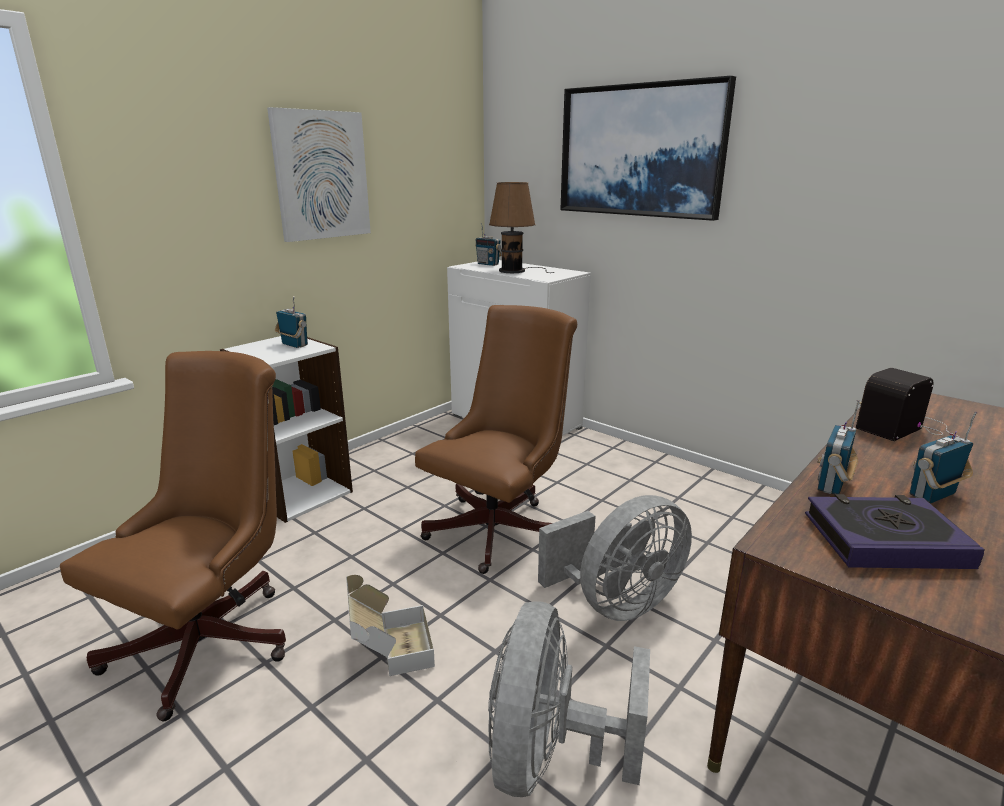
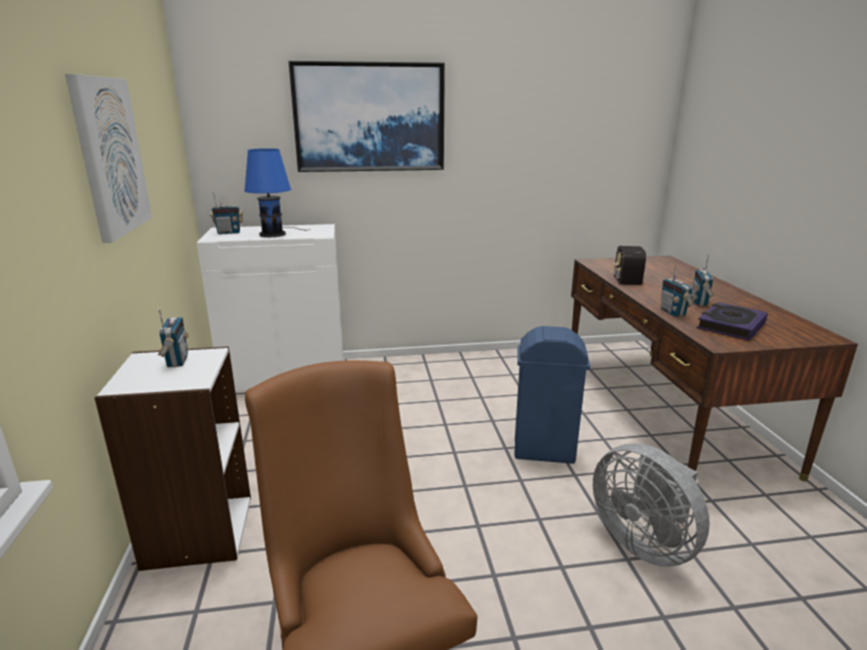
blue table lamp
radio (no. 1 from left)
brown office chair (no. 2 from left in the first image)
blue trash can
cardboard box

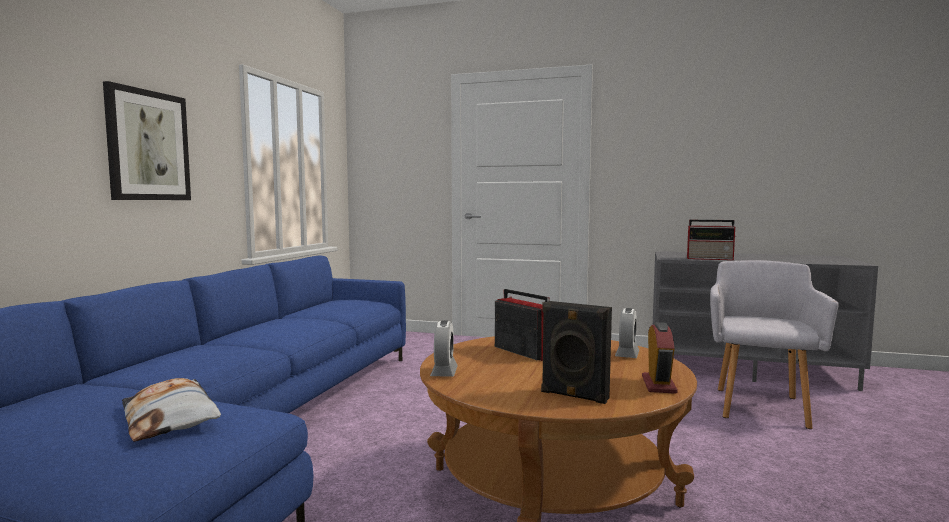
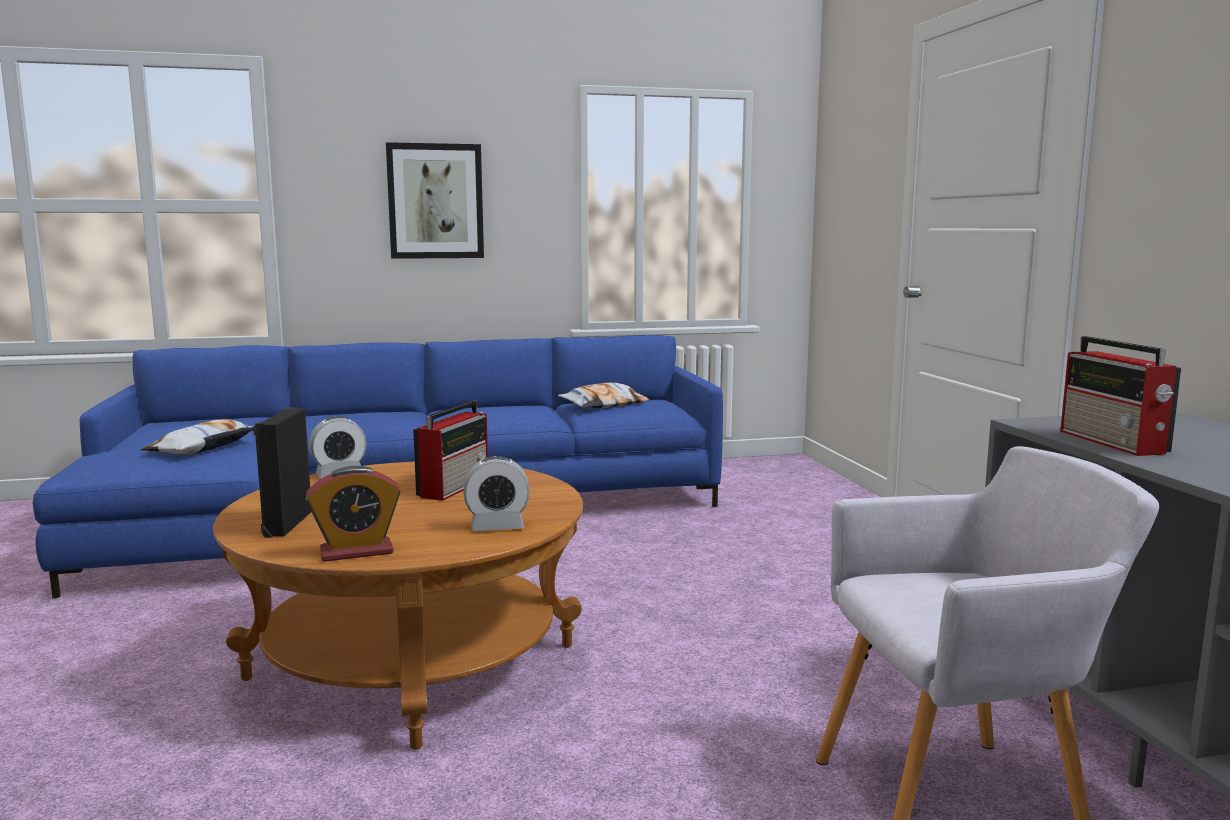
pillow (no. 2 from left)

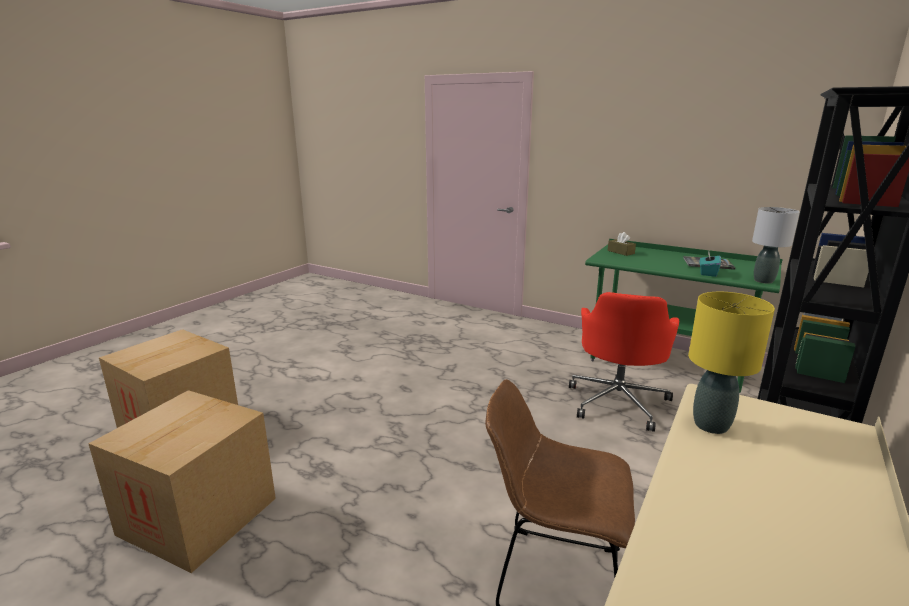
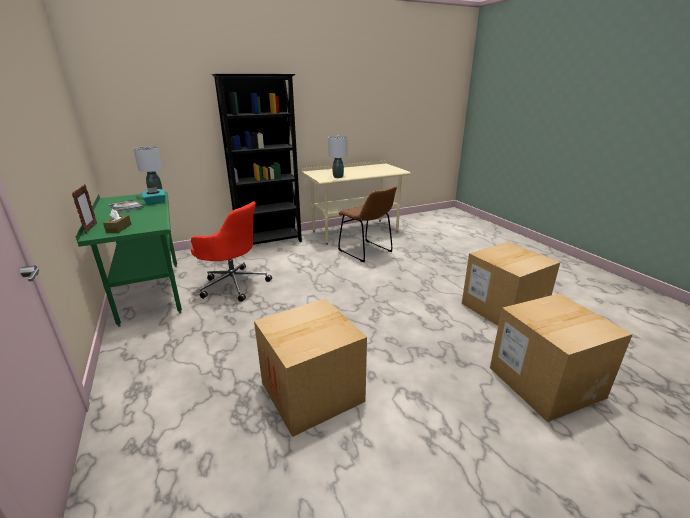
red office chair
grey table lamp (no. 2 from left)
picture frame
cardboard box (no. 1 from left)

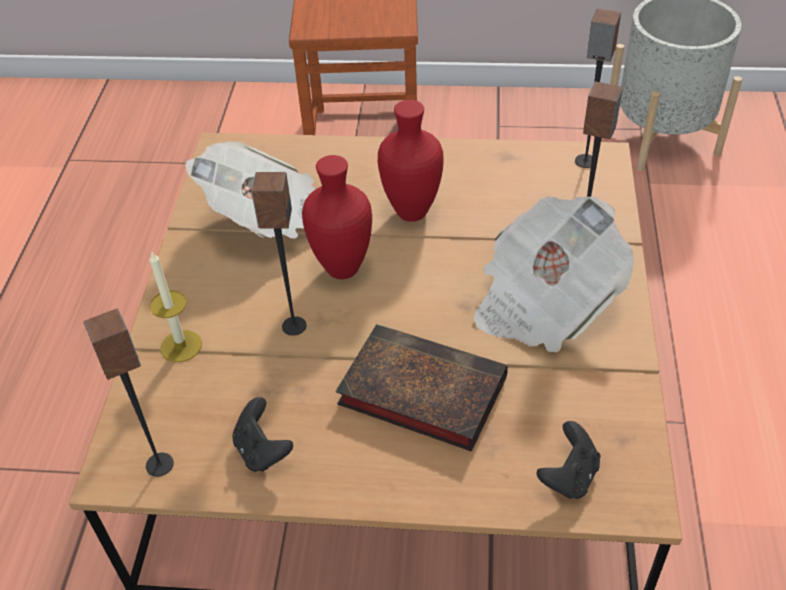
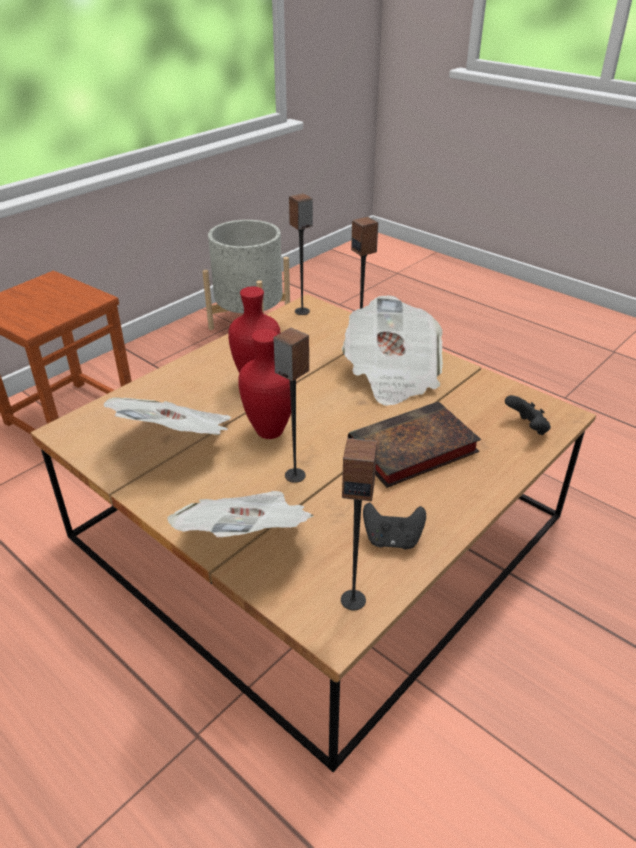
newspaper (no. 2 from left)

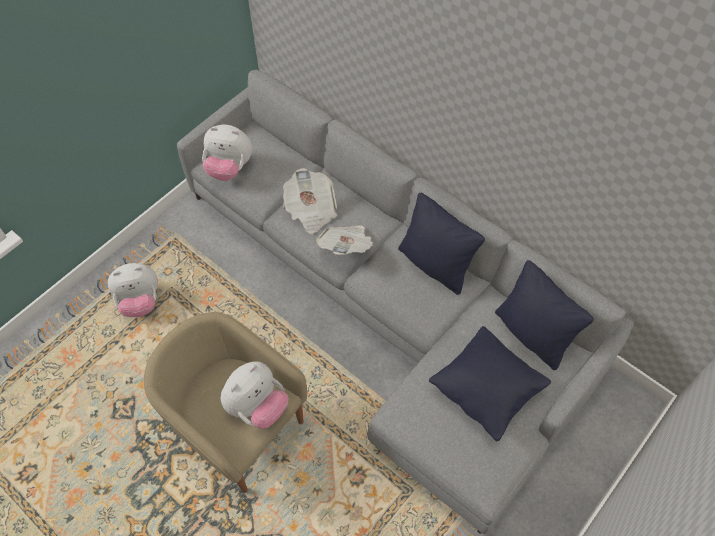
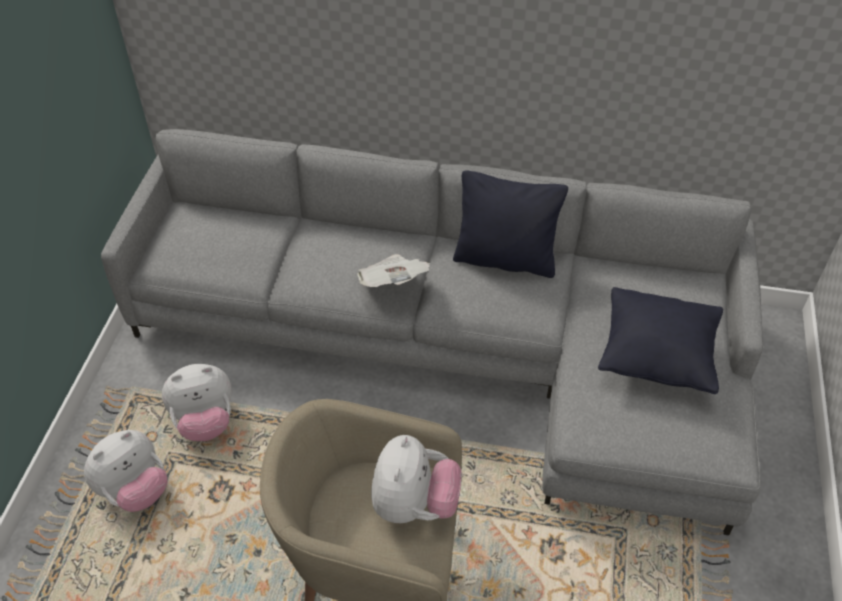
plush toy (no. 2 from left)
newspaper (no. 1 from left in the first image)
black pillow (no. 3 from left in the first image)

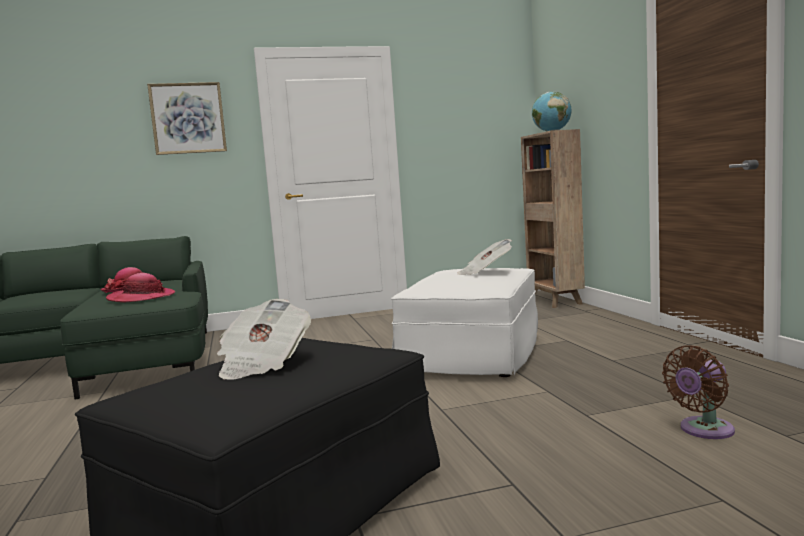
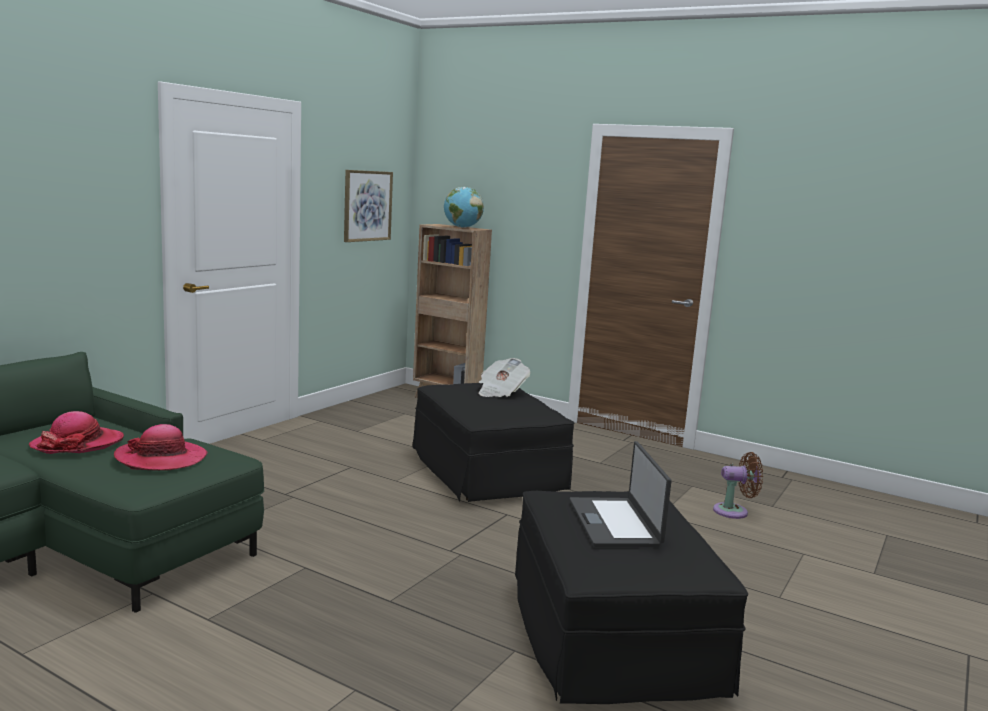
picture
black ottoman (no. 1 from left)
laptop
brown fan

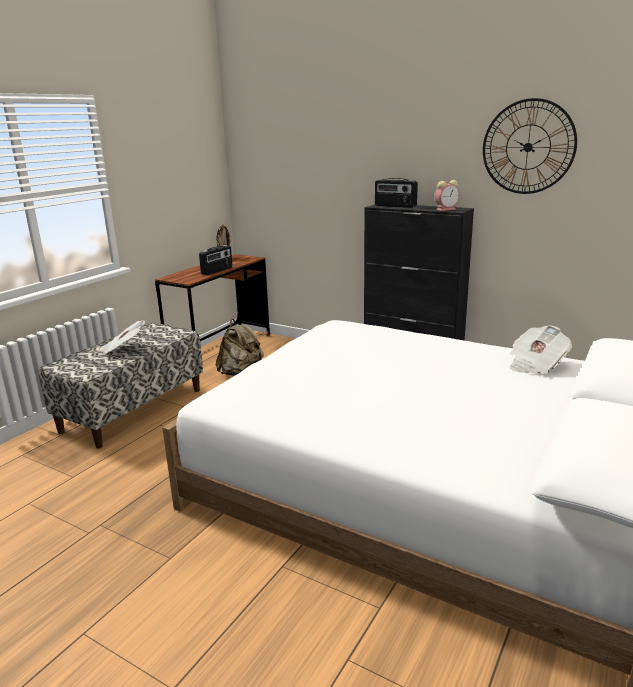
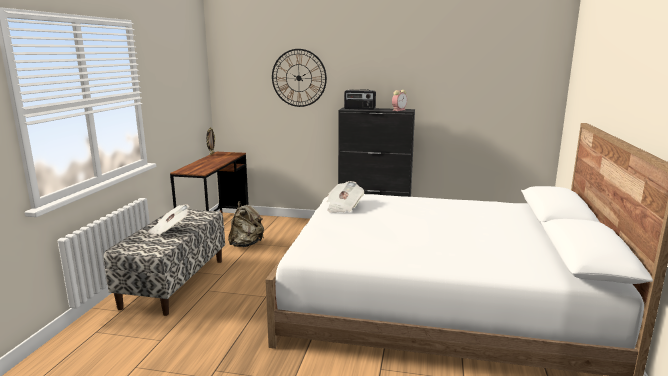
wall clock
radio (no. 1 from left in the first image)
newspaper (no. 2 from left)

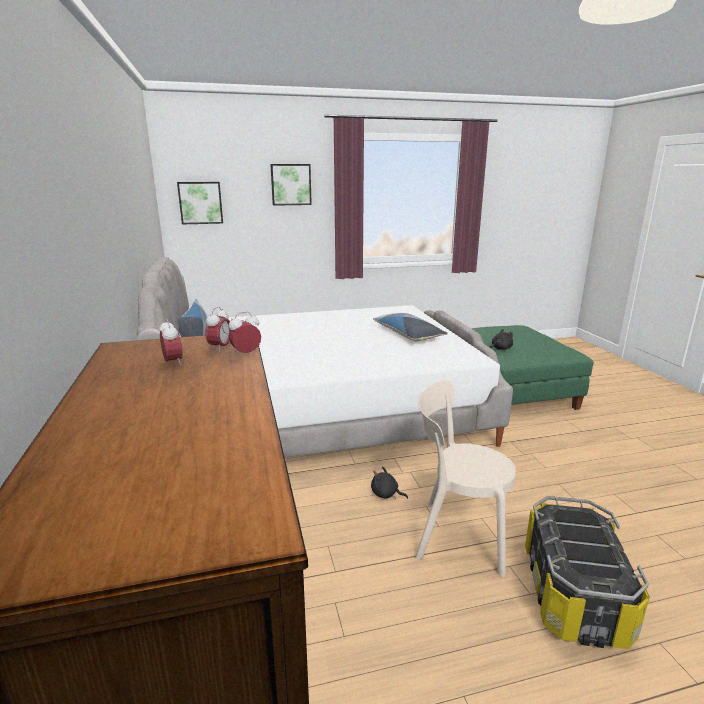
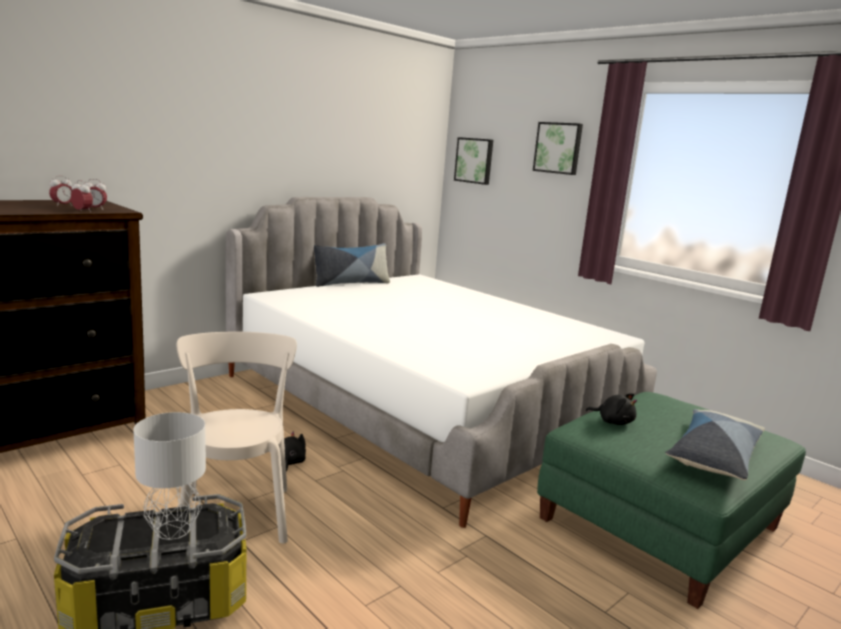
pillow (no. 2 from left)
grey table lamp

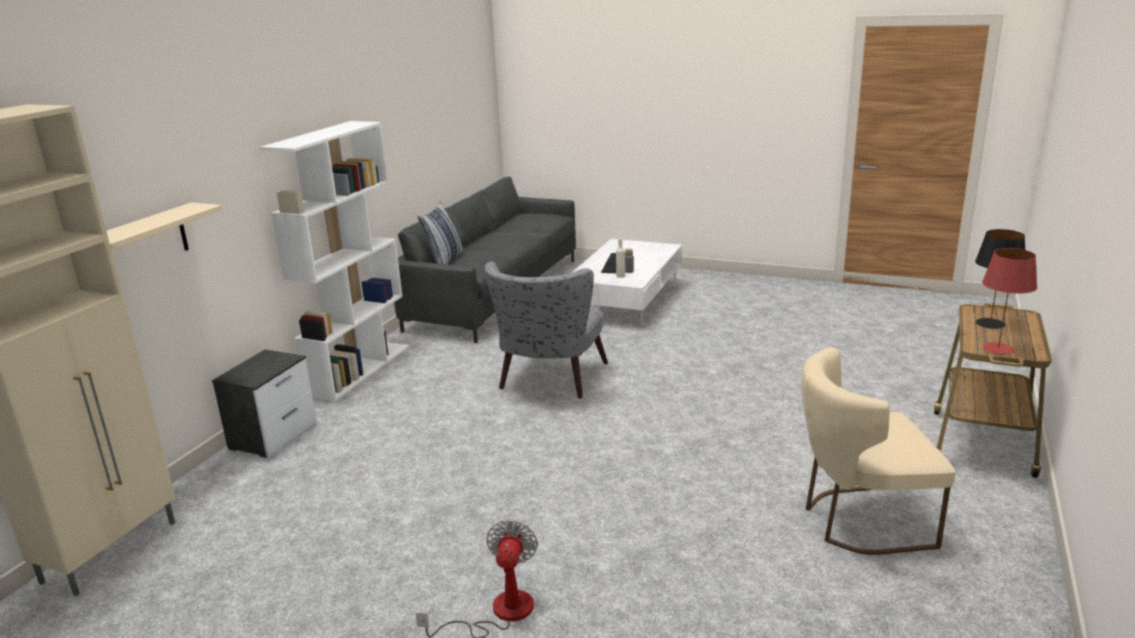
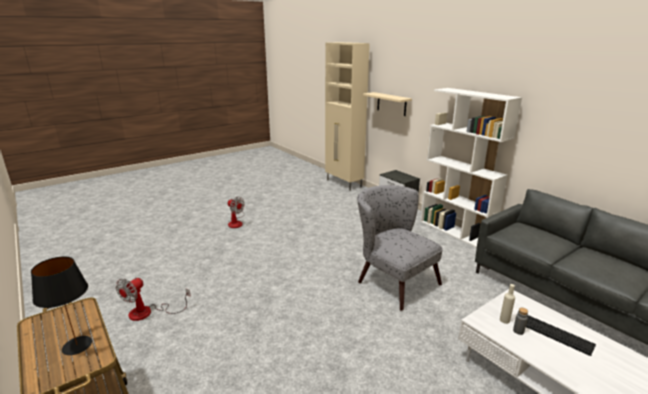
pillow
red table lamp
fan (no. 1 from left)

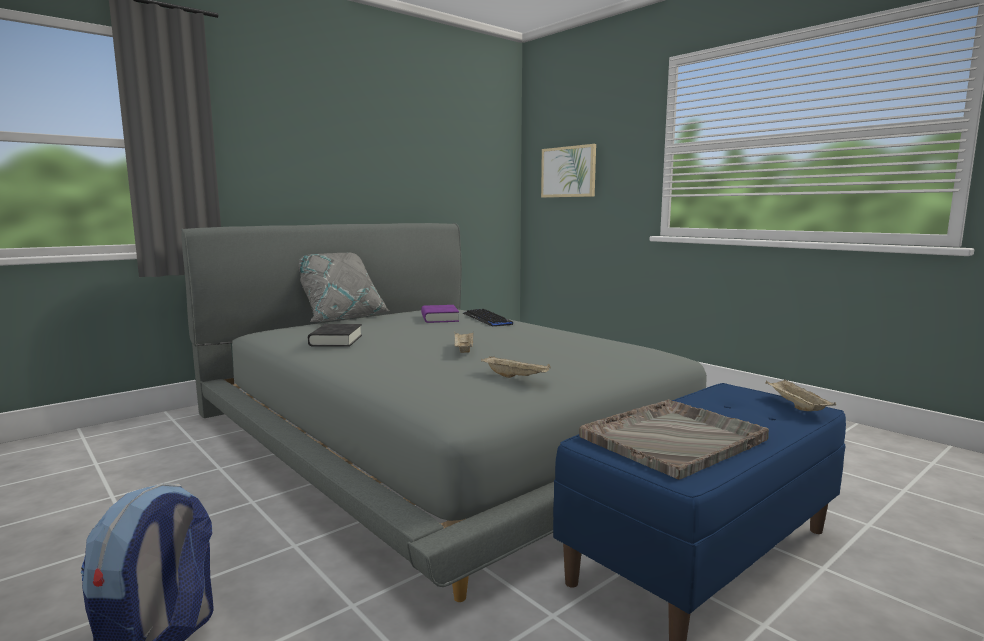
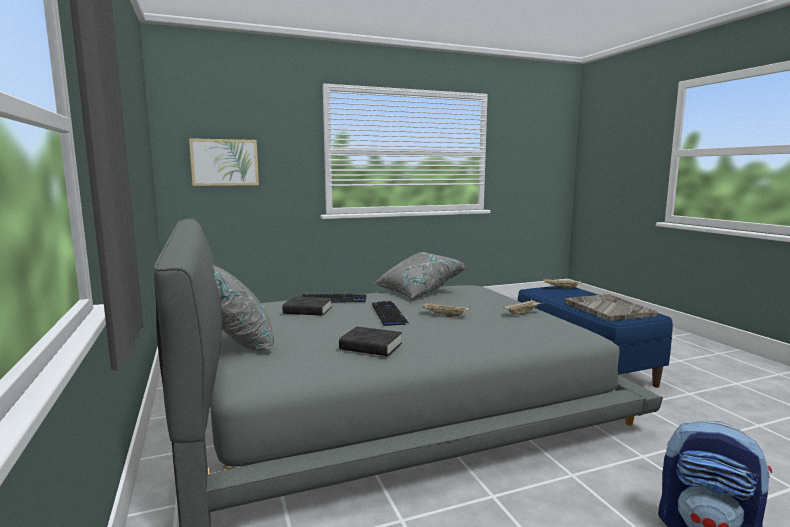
black book (no. 1 from left)
grey pillow (no. 2 from left)
keyboard (no. 2 from left)

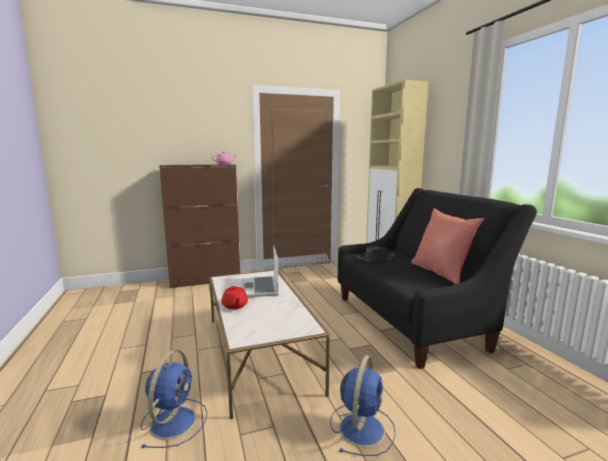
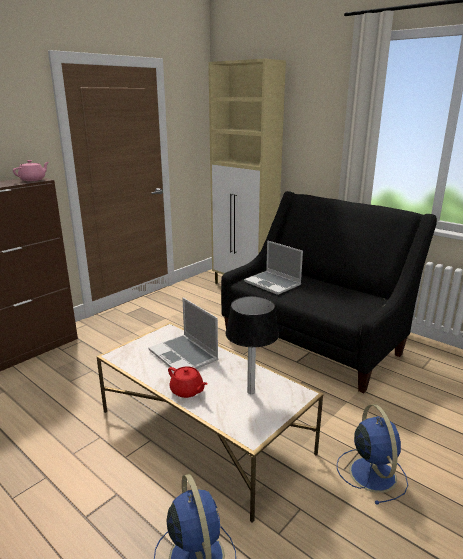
red pillow
laptop (no. 2 from left)
table lamp

